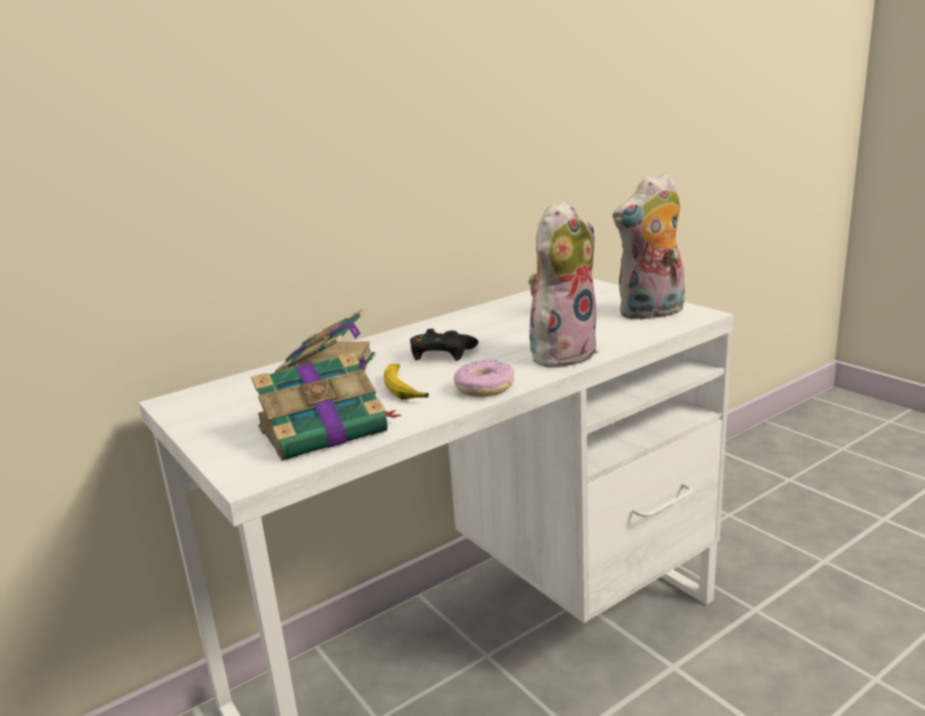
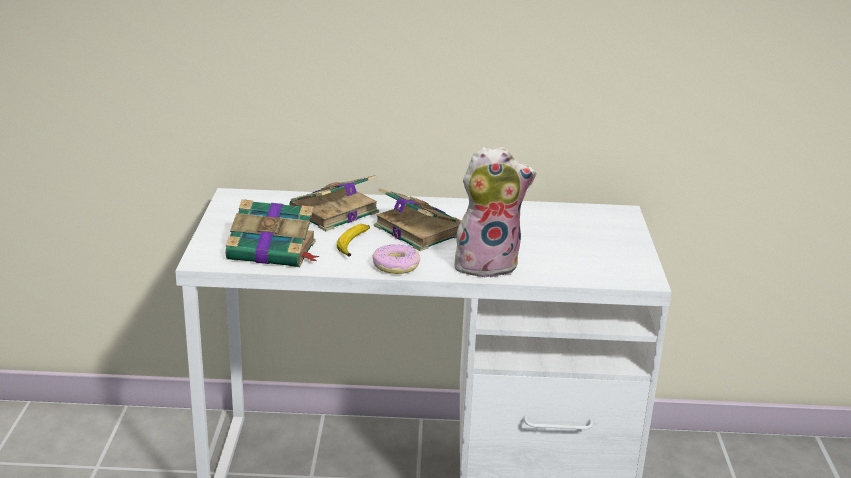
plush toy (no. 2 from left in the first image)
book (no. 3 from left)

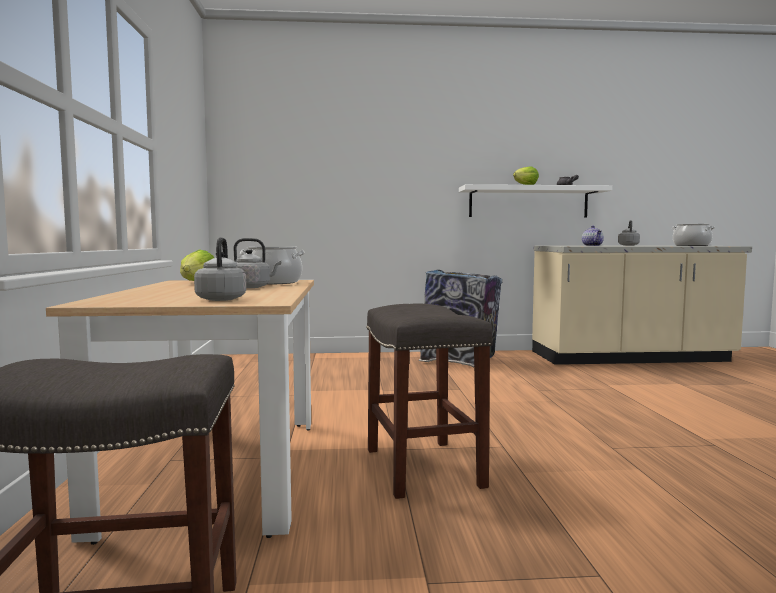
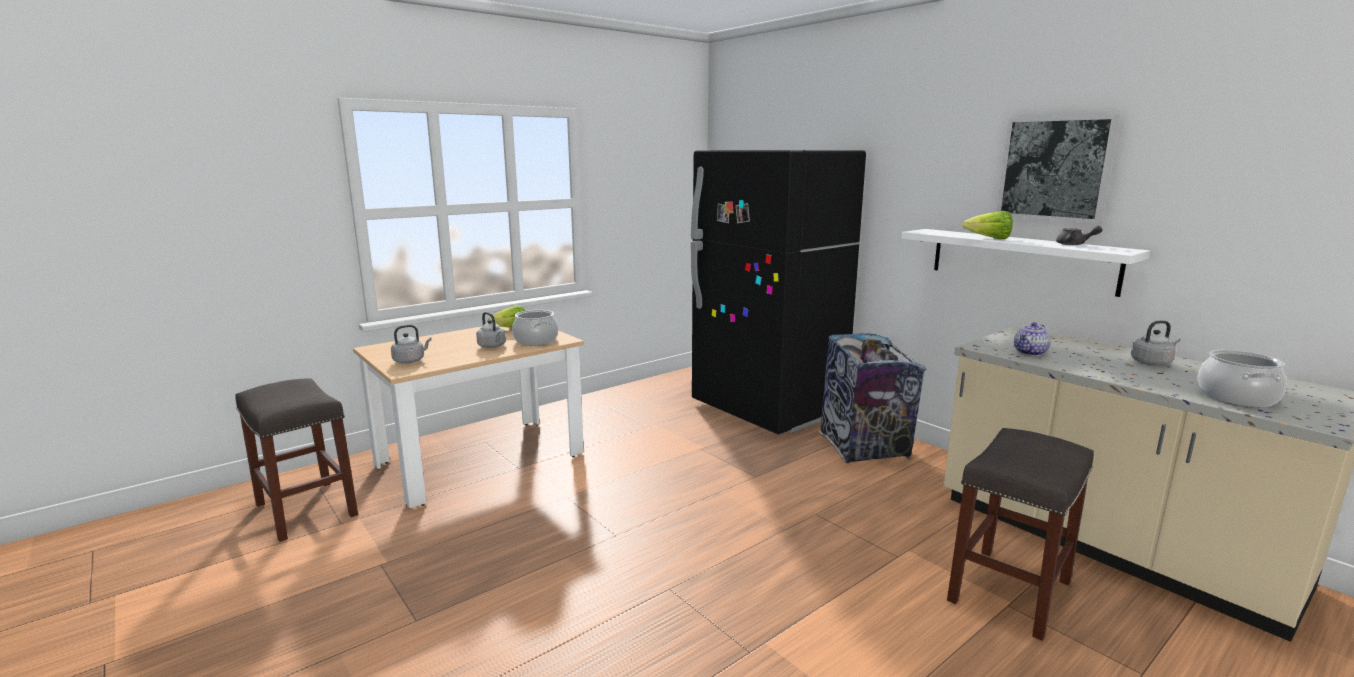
grey stool (no. 2 from left)
picture
black fridge

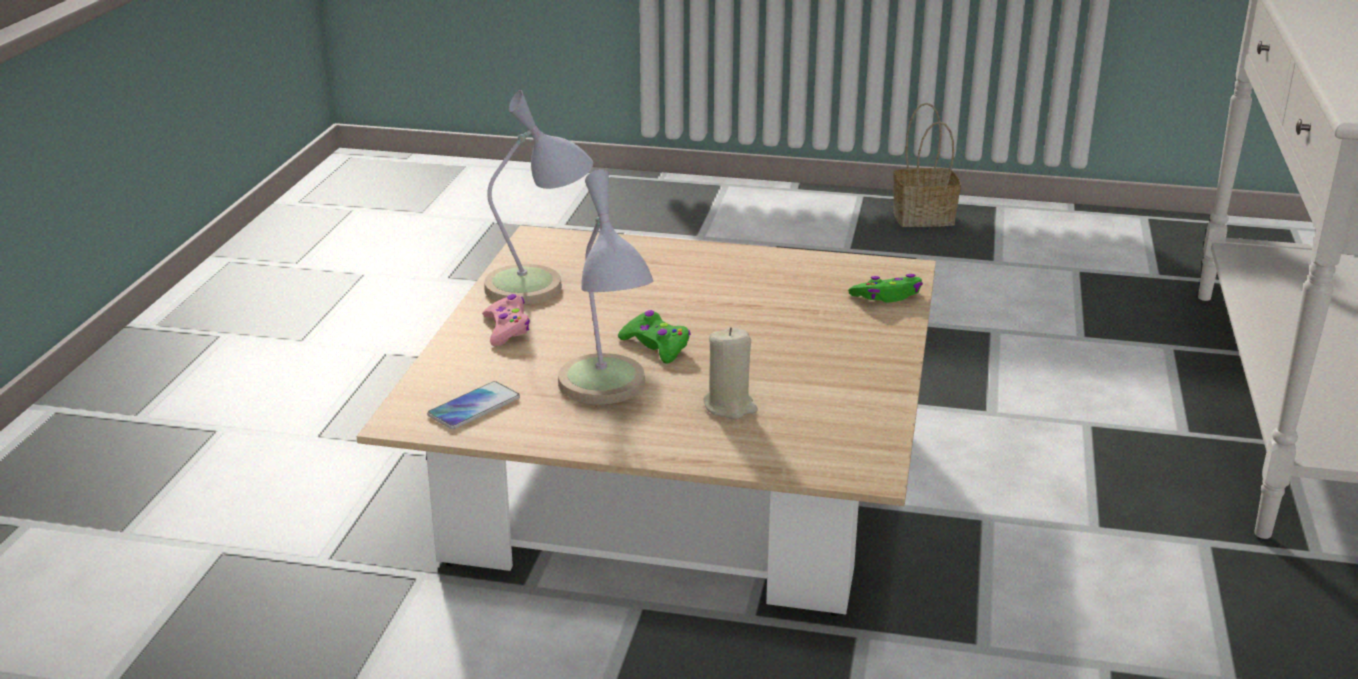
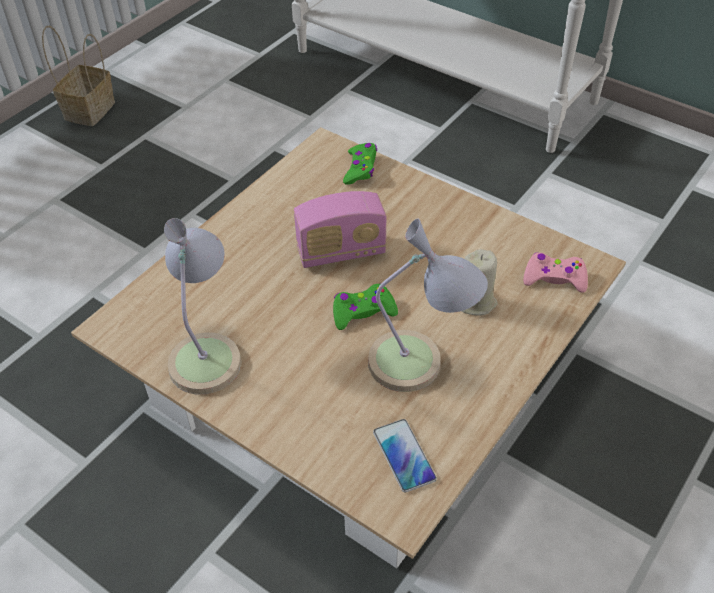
pink game controller
radio

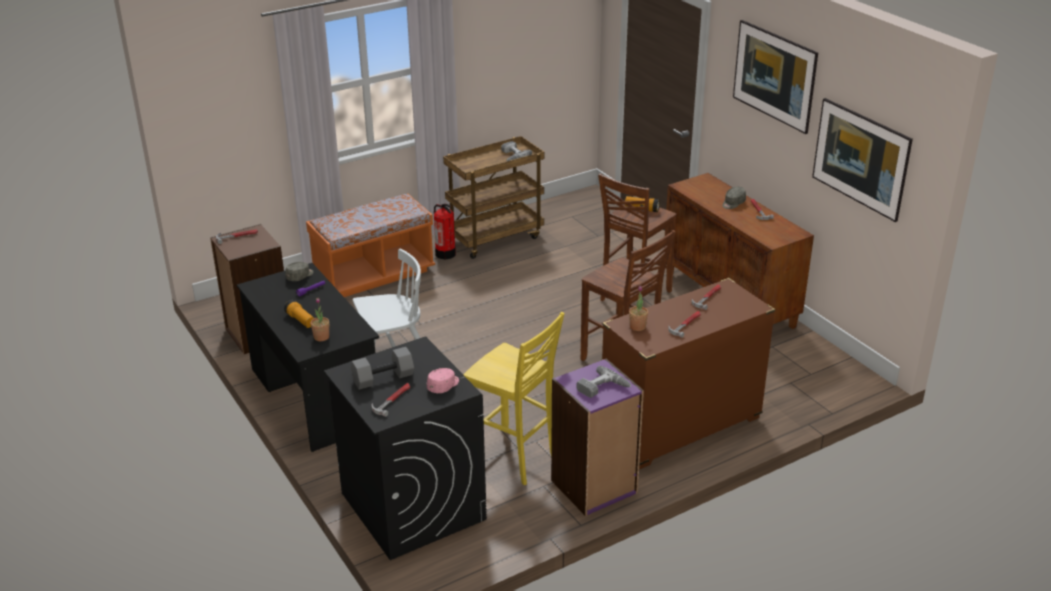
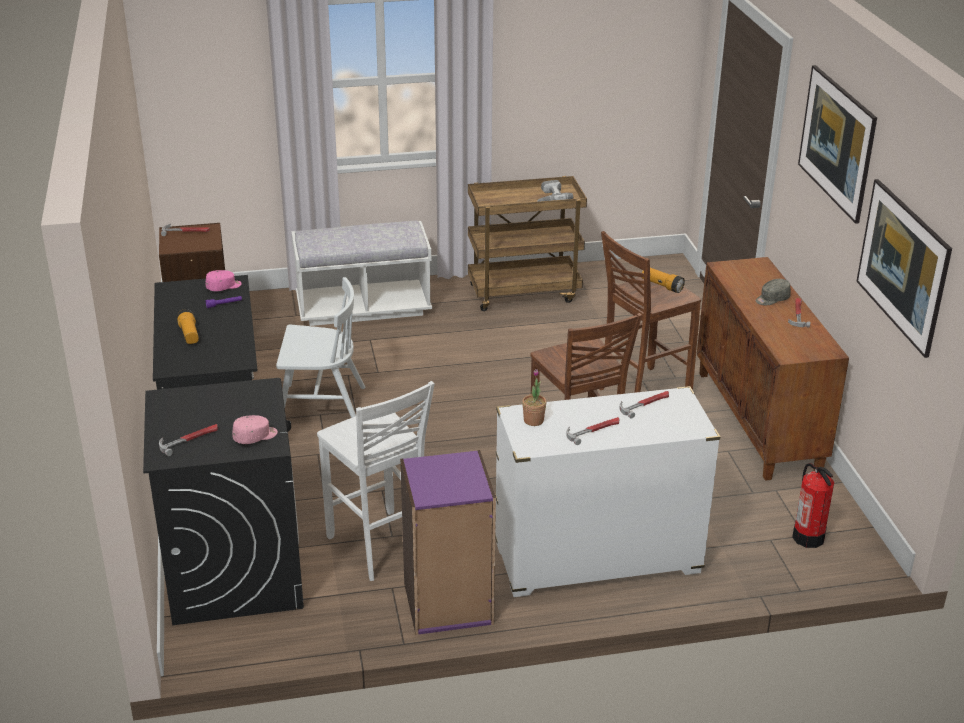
white bench
fire extinguisher
pink cap (no. 1 from left)
white dresser
potted plant (no. 1 from left in the first image)
white stool
grey dumbbell
power drill (no. 2 from left in the first image)

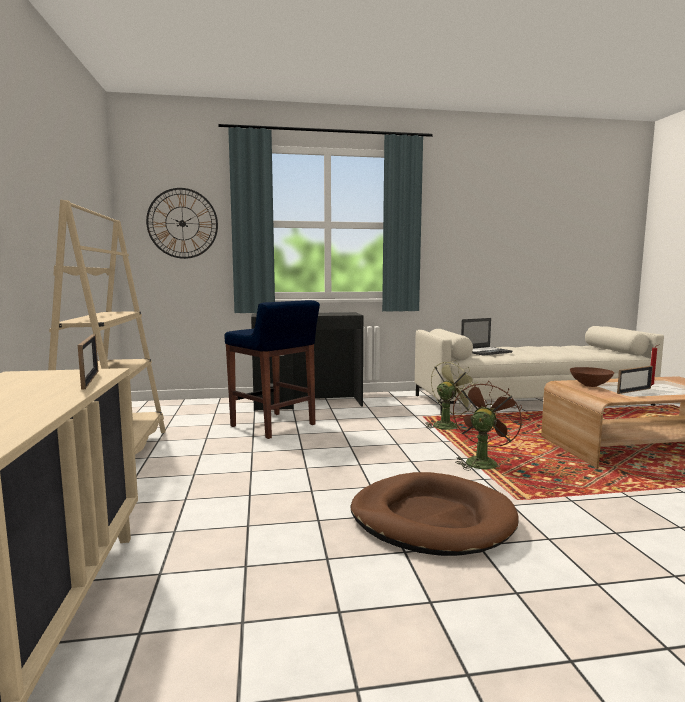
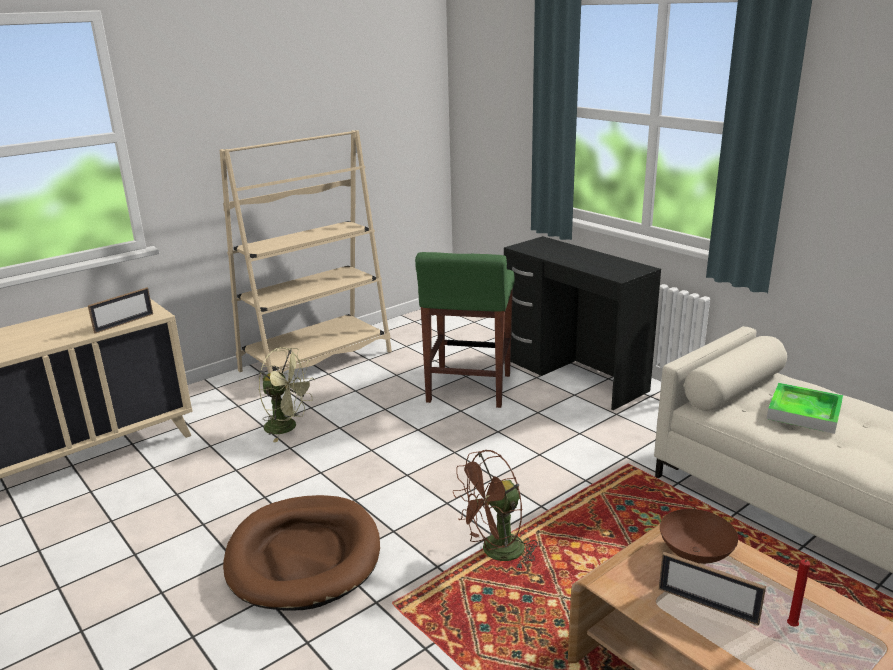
wall clock
green stool
tray
green fan
brown fan

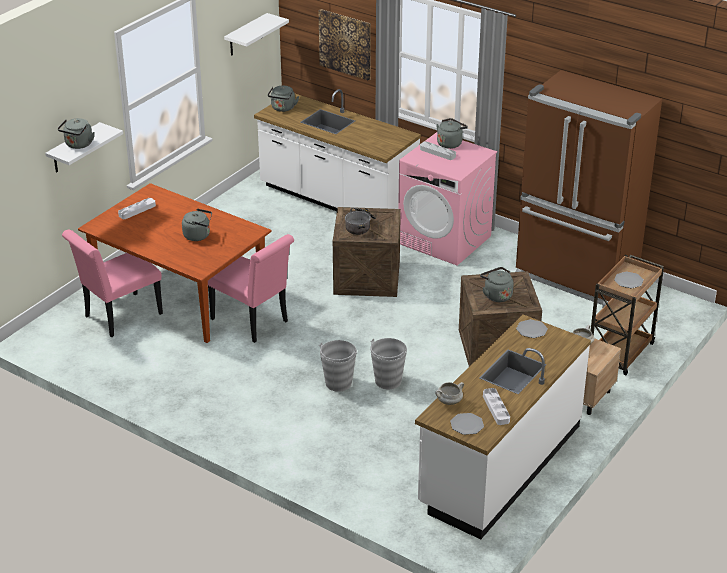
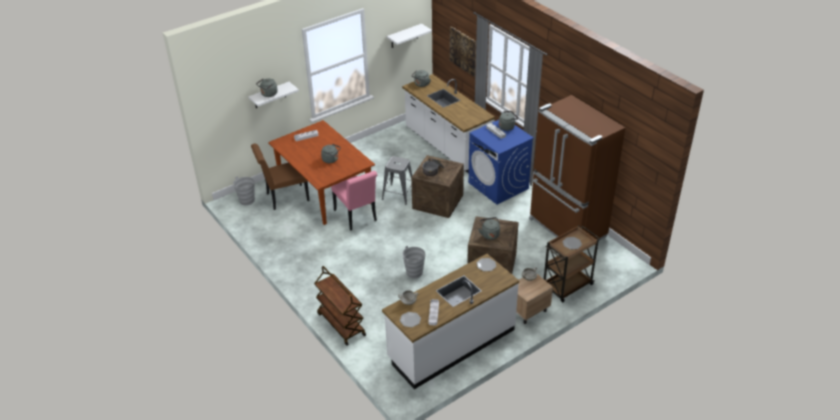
blue washing machine
brown chair
grey bucket (no. 1 from left)
grey stool
brown cart (no. 1 from left)

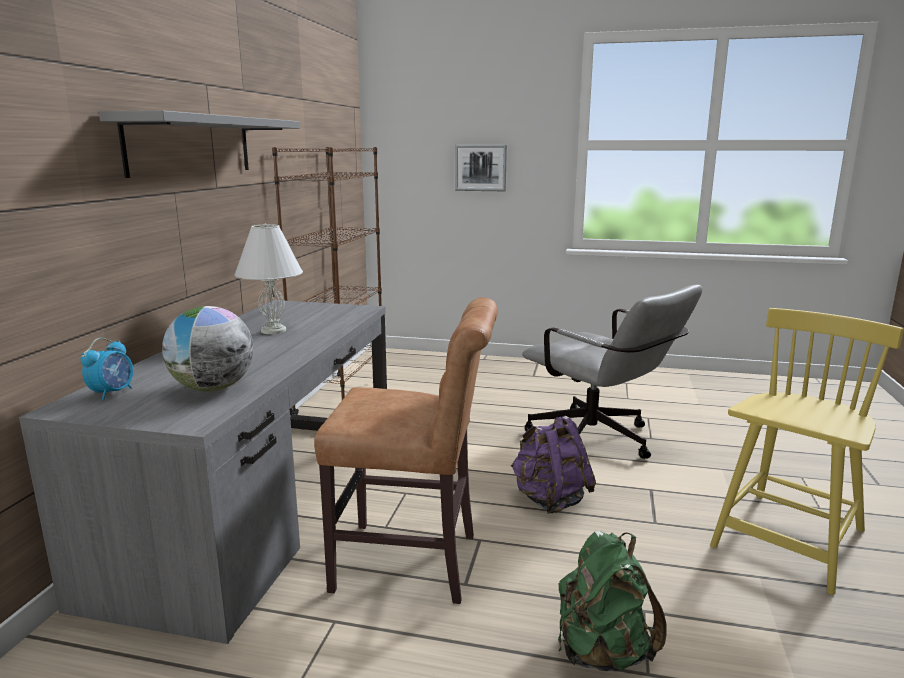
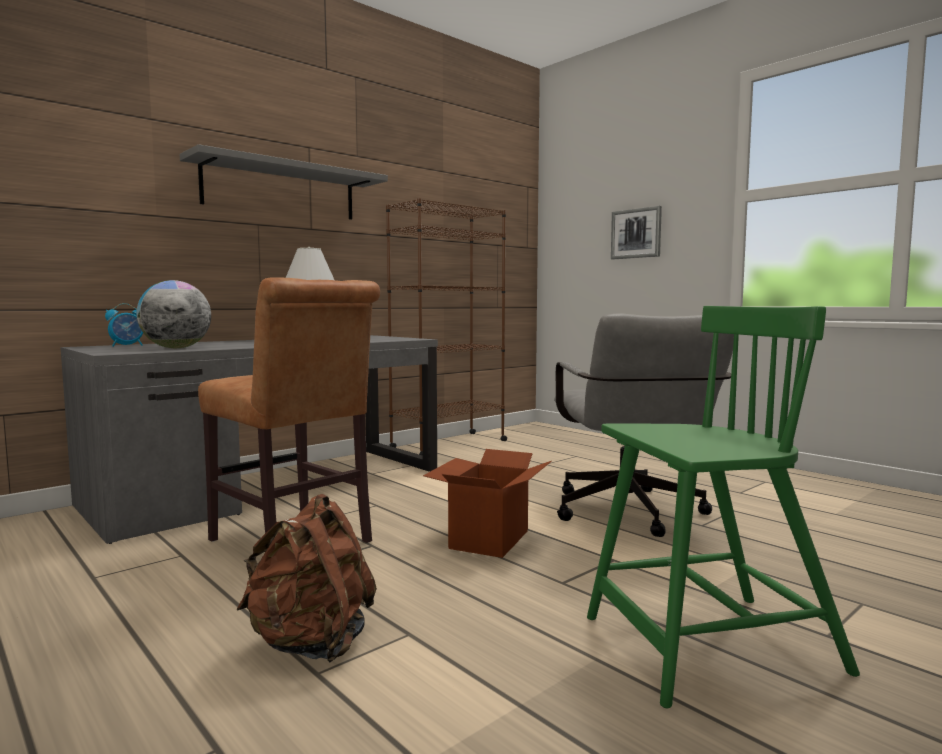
green chair
cardboard box
brown backpack

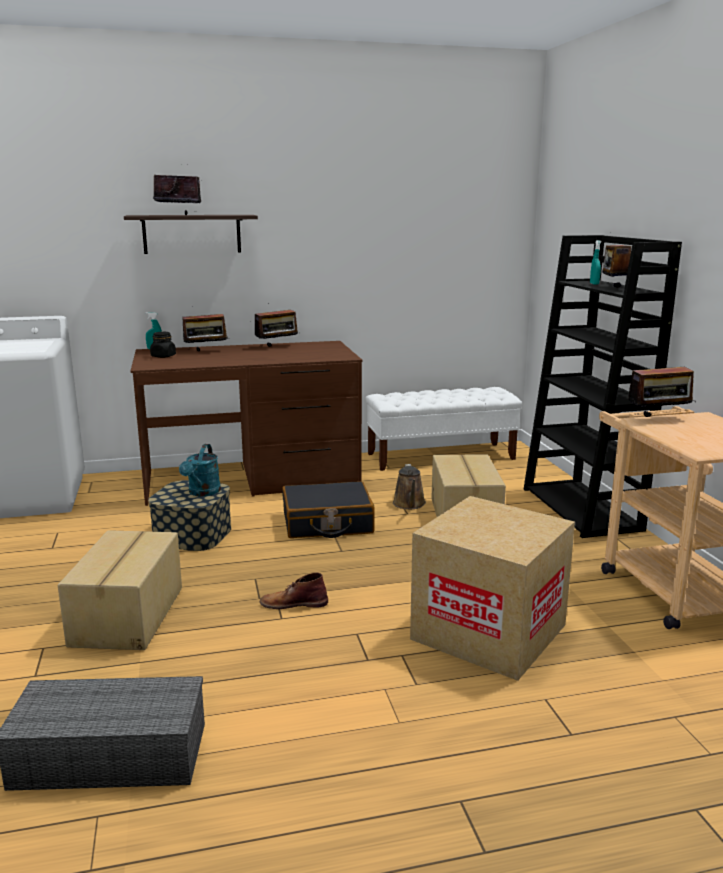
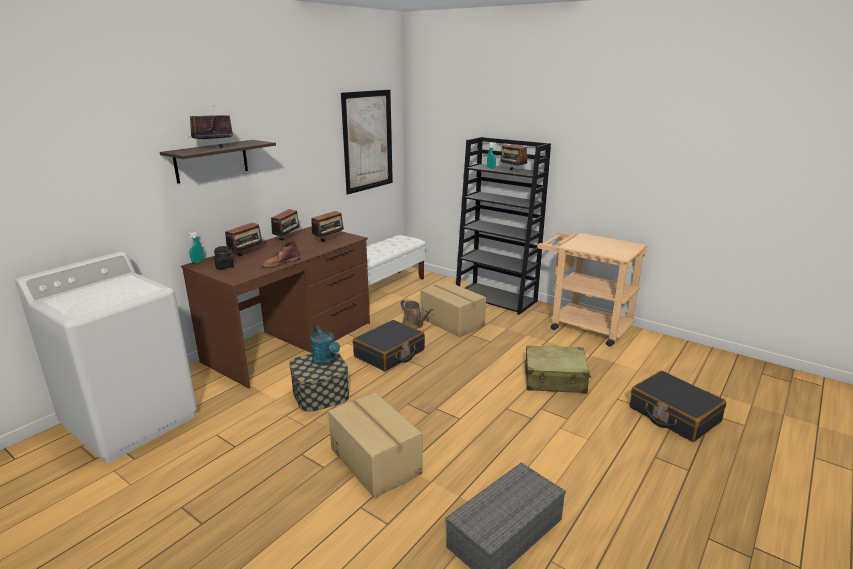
radio (no. 4 from left)
beige suitcase
brown boot
picture
black suitcase (no. 2 from left)

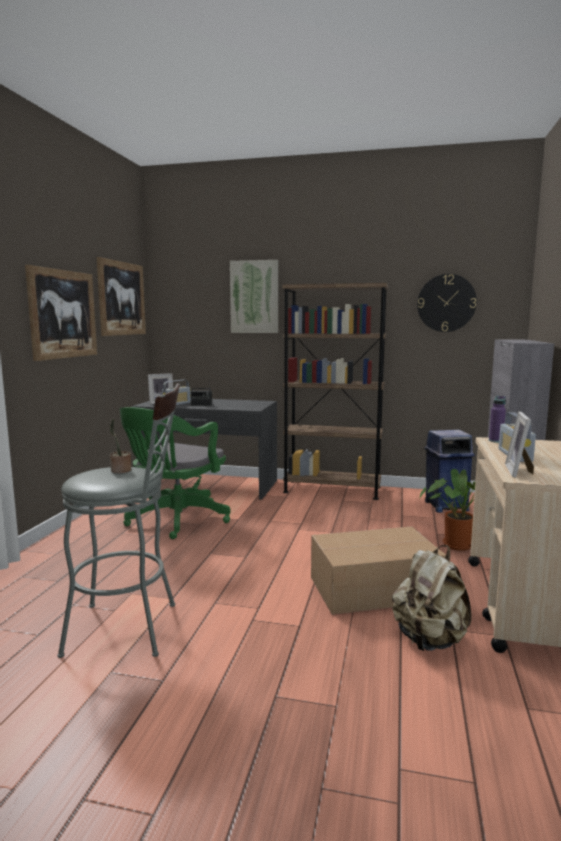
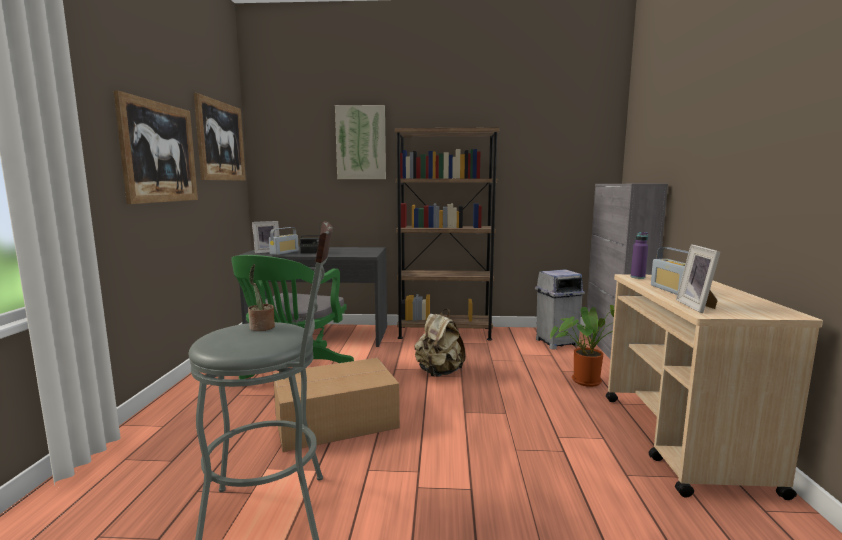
wall clock
grey trash can
cardboard box
beige backpack

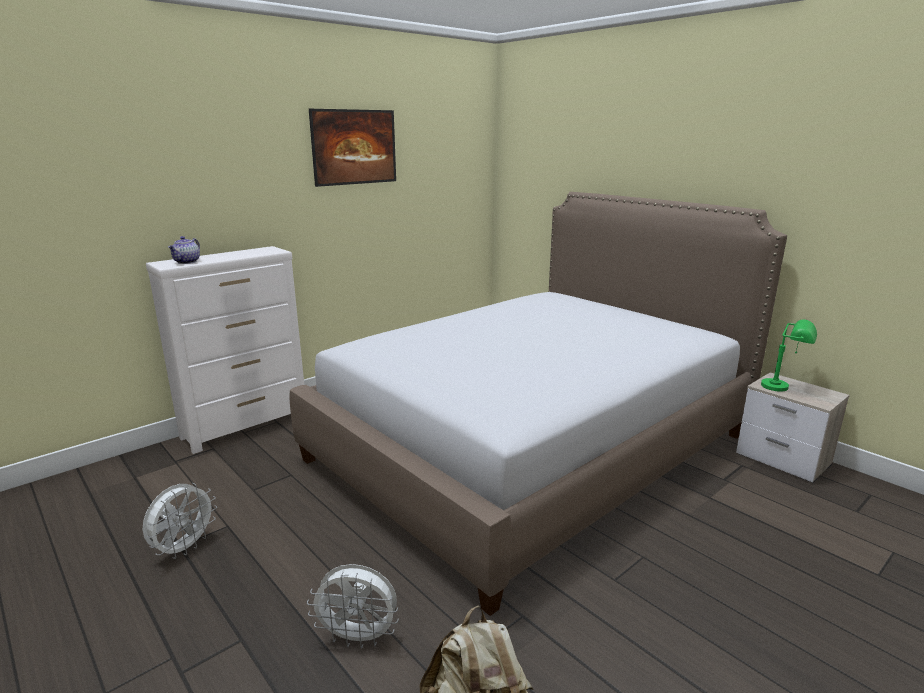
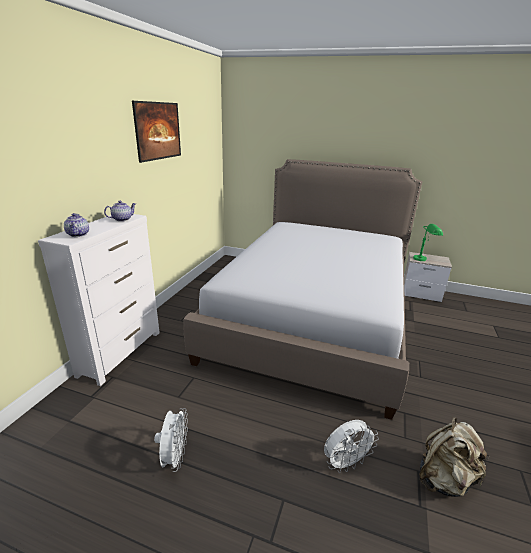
teapot (no. 2 from left)

